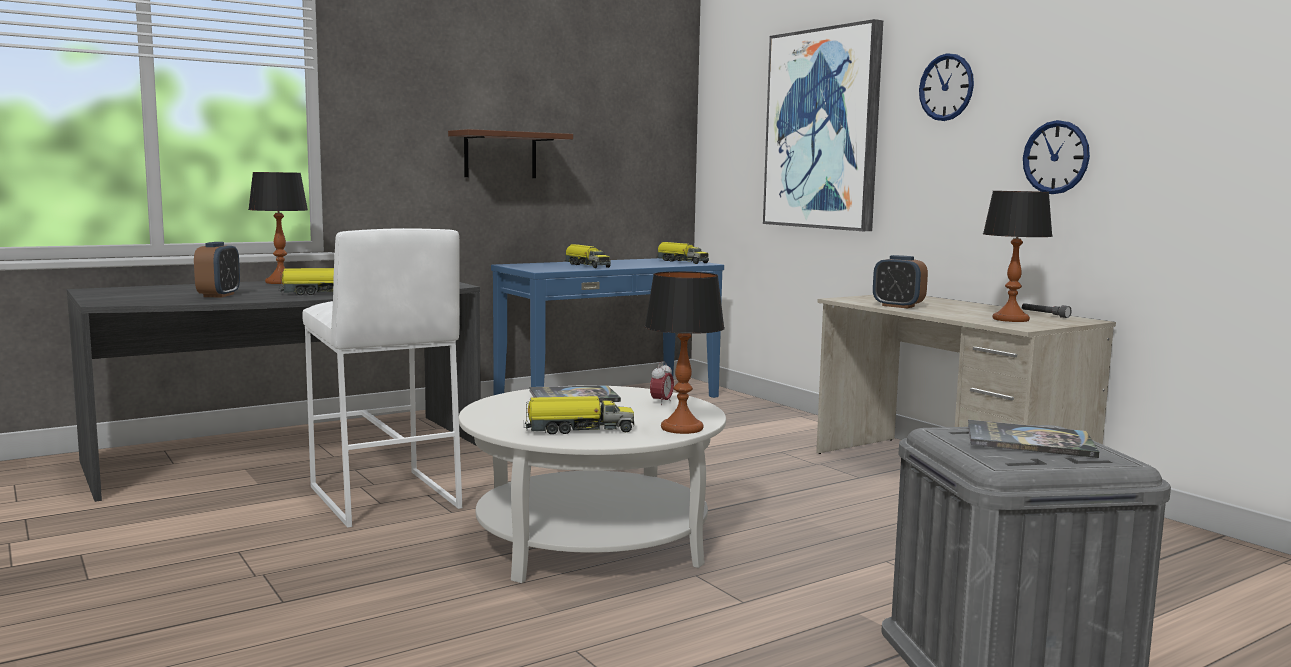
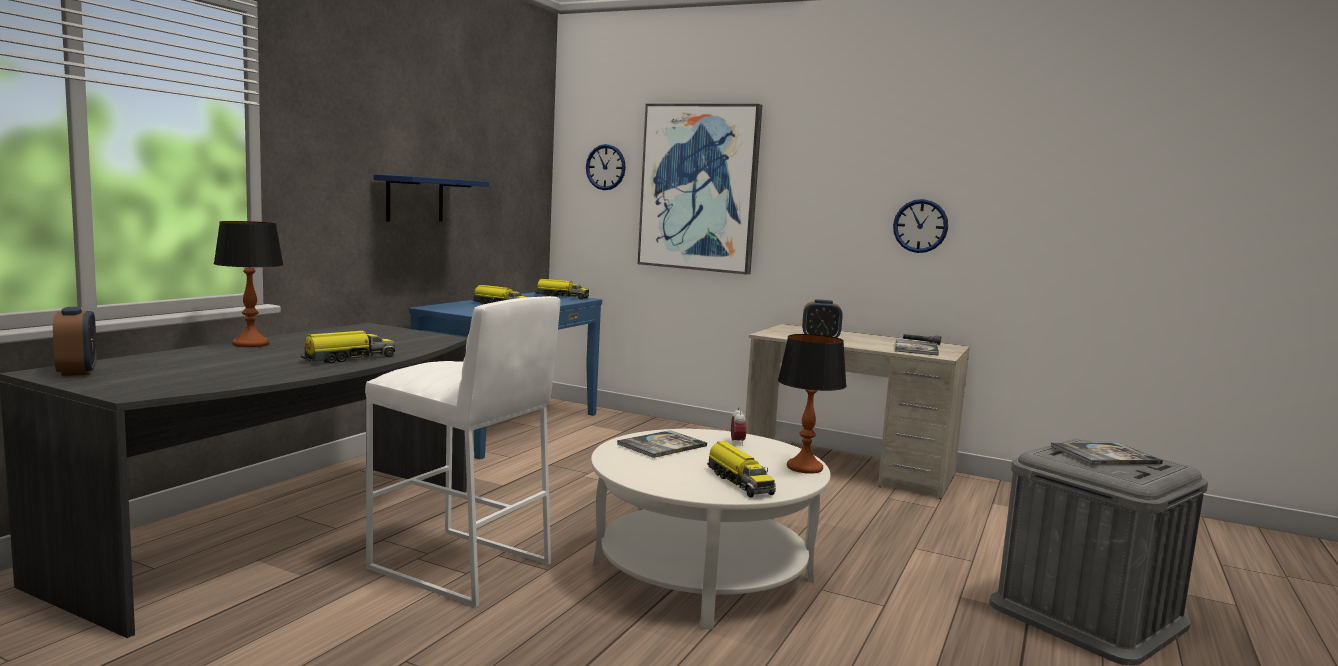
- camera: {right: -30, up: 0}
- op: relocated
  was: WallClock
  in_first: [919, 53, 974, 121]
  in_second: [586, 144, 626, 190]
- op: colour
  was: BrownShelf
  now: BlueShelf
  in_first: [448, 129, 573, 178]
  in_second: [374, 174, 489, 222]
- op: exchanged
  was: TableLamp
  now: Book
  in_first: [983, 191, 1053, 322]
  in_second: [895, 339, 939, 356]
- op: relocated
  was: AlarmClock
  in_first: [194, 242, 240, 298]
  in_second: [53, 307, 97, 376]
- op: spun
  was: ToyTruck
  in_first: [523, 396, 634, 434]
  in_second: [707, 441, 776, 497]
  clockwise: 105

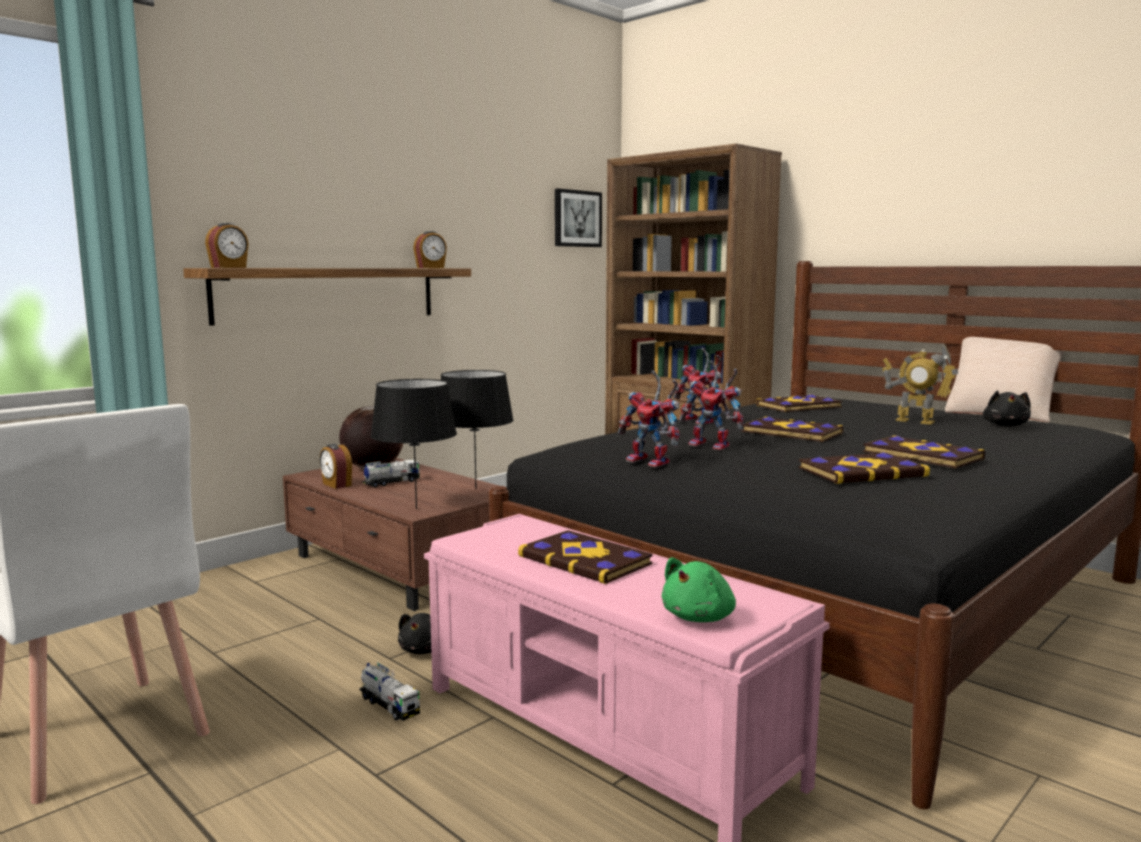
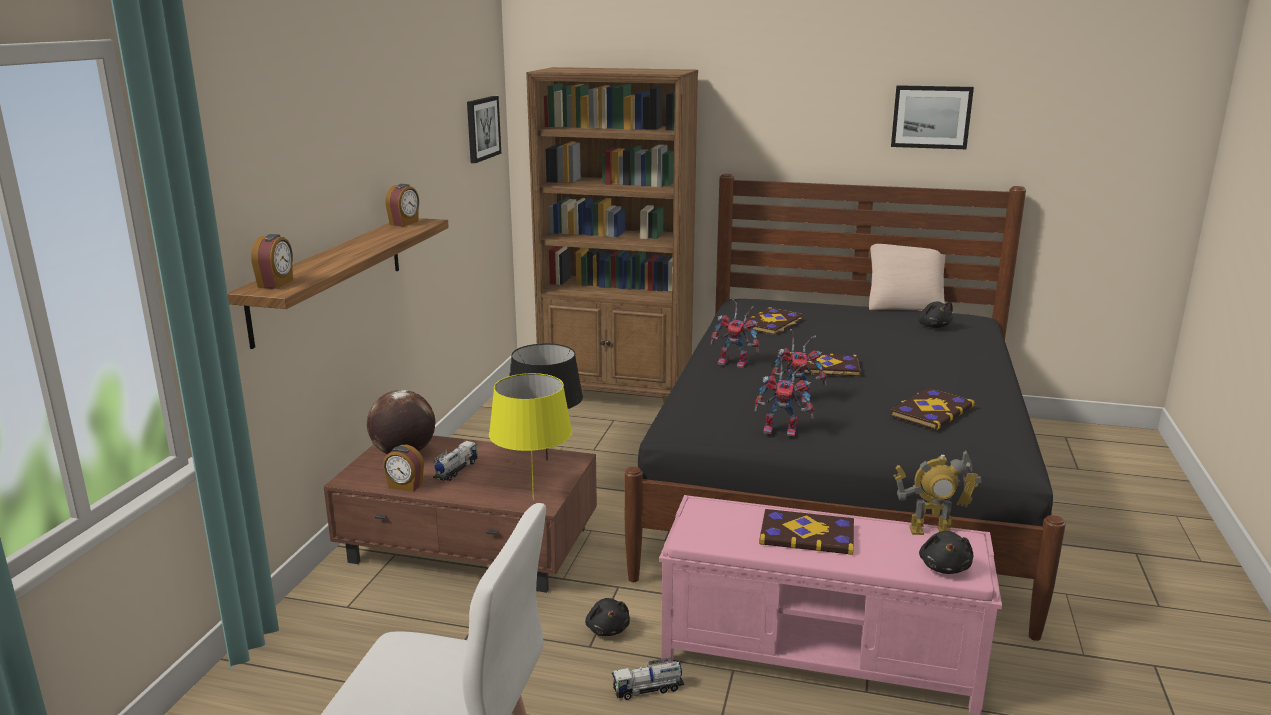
- camera: {right: -30, up: 10}
- op: relocated
  was: ToyRobot
  in_first: [882, 345, 958, 425]
  in_second: [893, 451, 982, 535]
- op: colour
  was: BlackTableLamp
  now: YellowTableLamp
  in_first: [370, 379, 457, 509]
  in_second: [489, 373, 572, 500]
- op: missing
  was: Book
  in_first: [863, 435, 985, 468]
- op: colour
  was: GreenPlushToy
  now: BlackPlushToy
  in_first: [662, 557, 736, 622]
  in_second: [919, 531, 973, 574]
- op: spun
  was: ToyTruck
  in_first: [359, 662, 420, 721]
  in_second: [612, 658, 684, 700]
  clockwise: 150
- op: appeared
  now: Picture
  in_second: [891, 85, 974, 149]

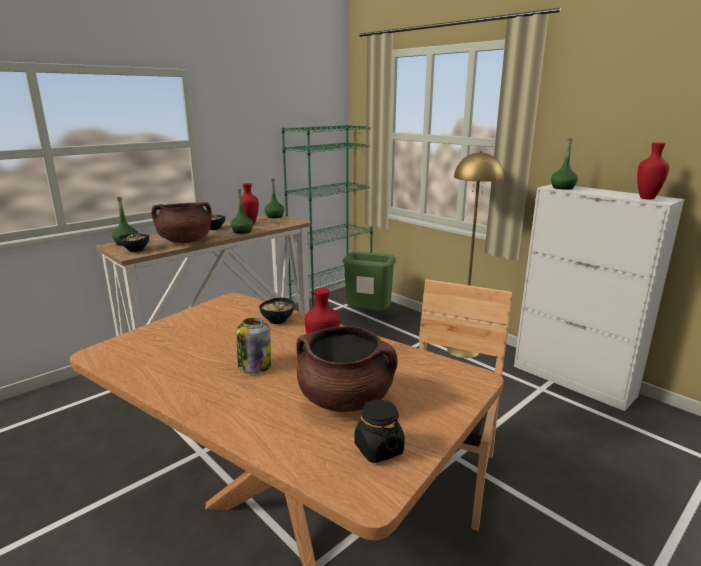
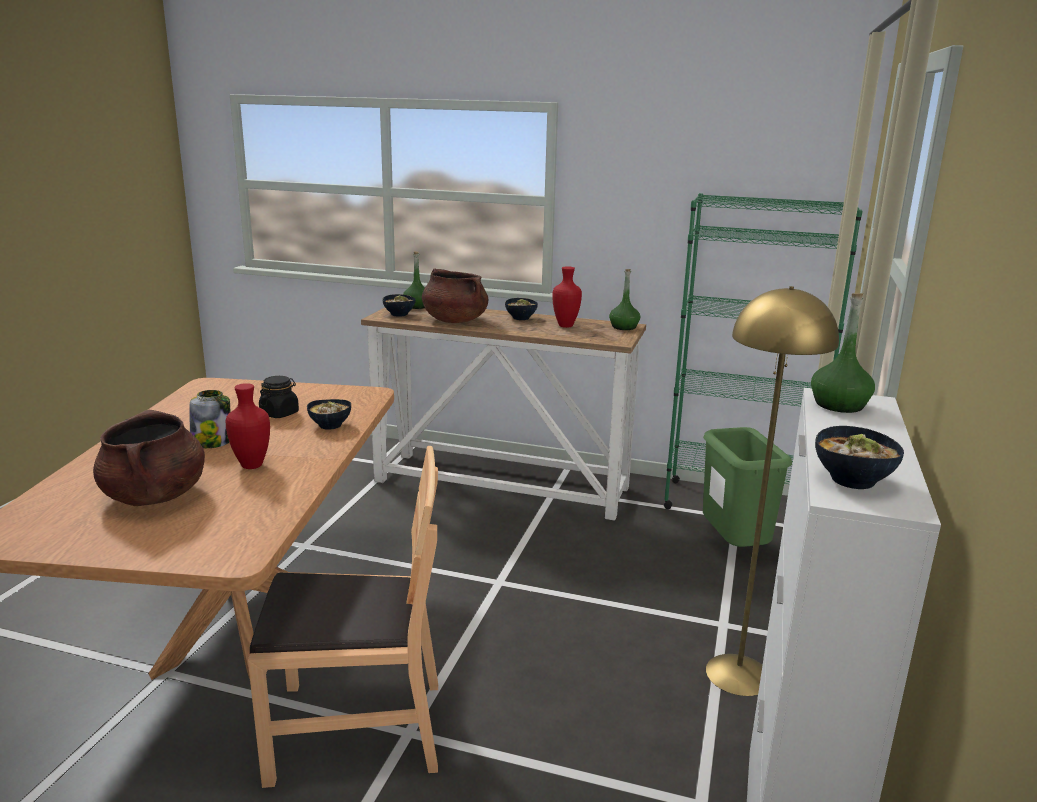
- camera: {right: 60, up: 0}
- op: exchanged
  was: RedVase
  now: Bowl
  in_first: [637, 143, 669, 199]
  in_second: [815, 426, 904, 489]
- op: missing
  was: GreenBottle
  in_first: [230, 189, 253, 234]
- op: relocated
  was: BlackJar
  in_first: [355, 400, 405, 463]
  in_second: [259, 376, 299, 418]

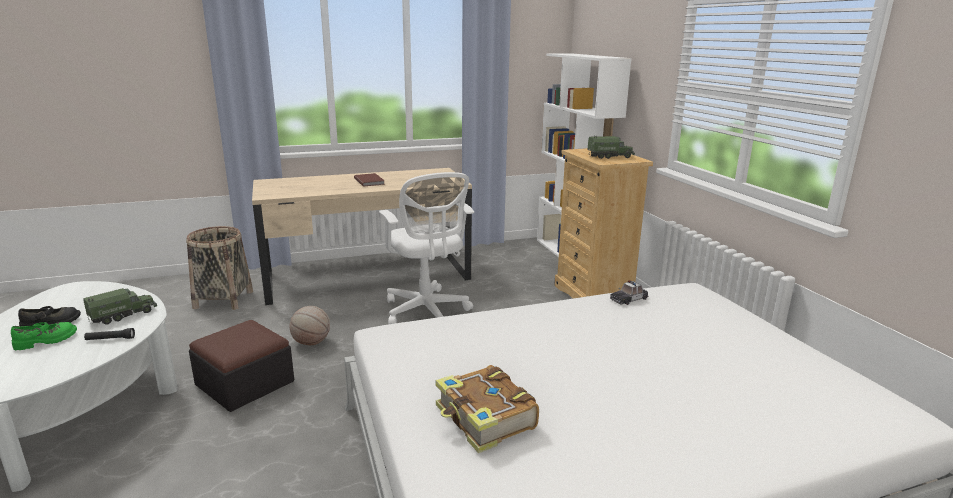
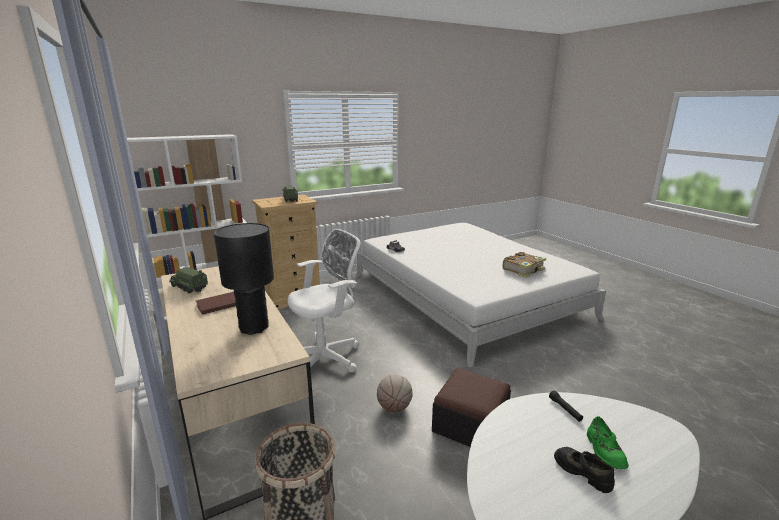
- camera: {right: -100, up: 0}
- op: relocated
  was: ToyTruck
  in_first: [84, 288, 157, 325]
  in_second: [169, 267, 208, 293]
- op: spun
  was: GreenShoe
  in_first: [11, 322, 77, 351]
  in_second: [587, 416, 629, 469]
  clockwise: -135
- op: appeared
  now: BlackTableLamp
  in_second: [214, 223, 274, 335]

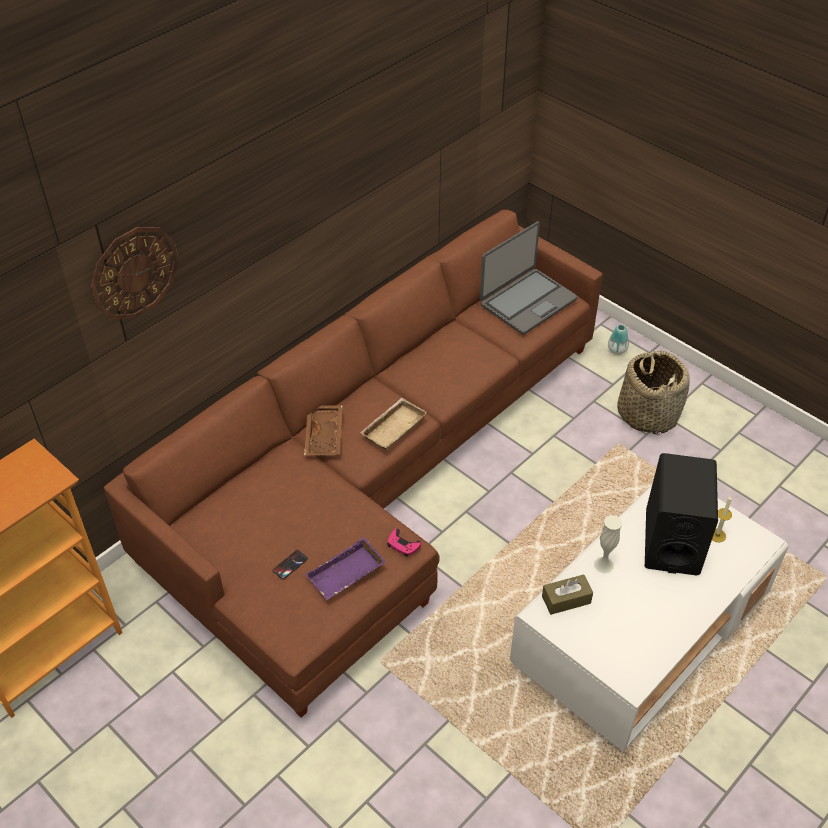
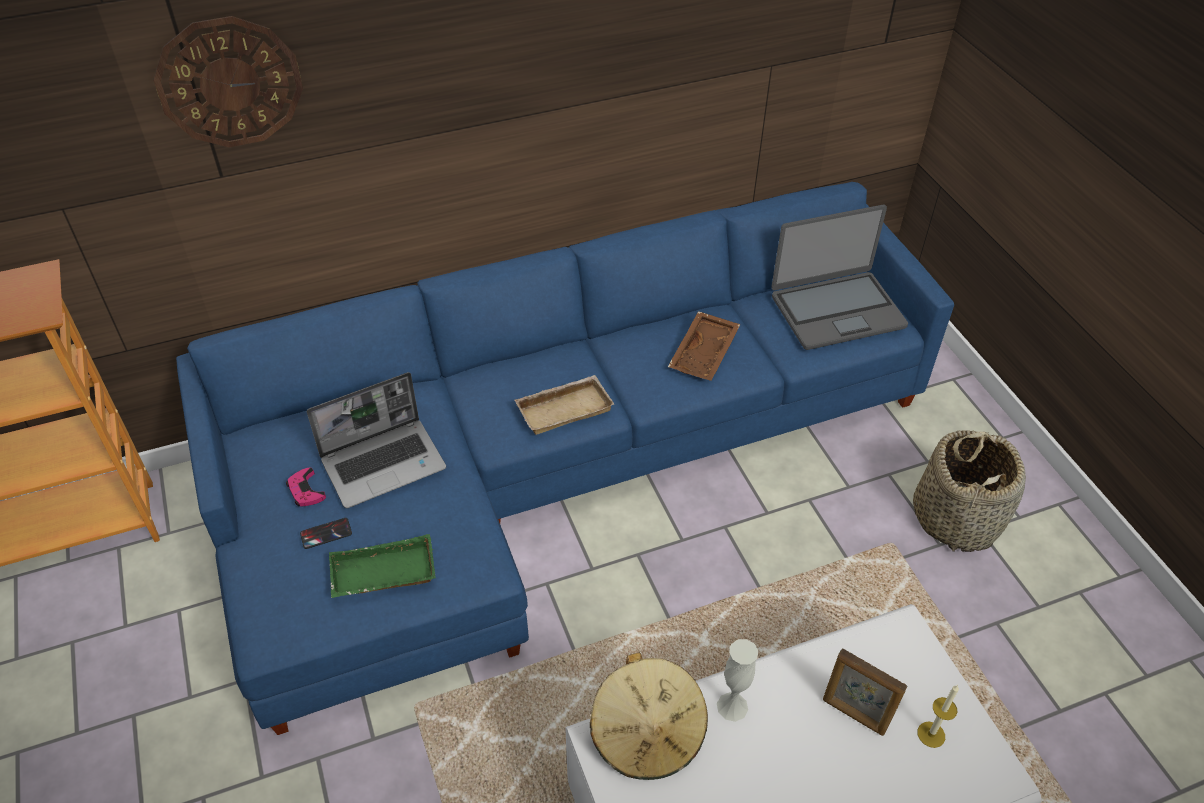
- camera: {right: 25, up: 0}
- op: colour
  was: BrownSofa
  now: BlueSofa
  in_first: [104, 210, 603, 718]
  in_second: [176, 182, 954, 735]
- op: missing
  was: Vase
  in_first: [608, 324, 629, 355]
- op: relocated
  was: BrownTray
  in_first: [304, 405, 343, 456]
  in_second: [668, 311, 741, 381]
- op: exchanged
  was: BlackSpeaker
  now: PictureFrame
  in_first: [645, 453, 718, 575]
  in_second: [823, 648, 908, 736]
- op: relocated
  was: PinkGameController
  in_first: [387, 528, 421, 556]
  in_second: [286, 467, 326, 507]
- op: colour
  was: PurpleTray
  now: GreenTray
  in_first: [306, 537, 386, 600]
  in_second: [329, 534, 436, 598]
- op: exchanged
  was: BrownTissueBox
  now: BeigeHat
  in_first: [542, 574, 593, 615]
  in_second: [590, 652, 708, 780]
- op: appeared
  now: Laptop
  in_second: [307, 372, 446, 508]

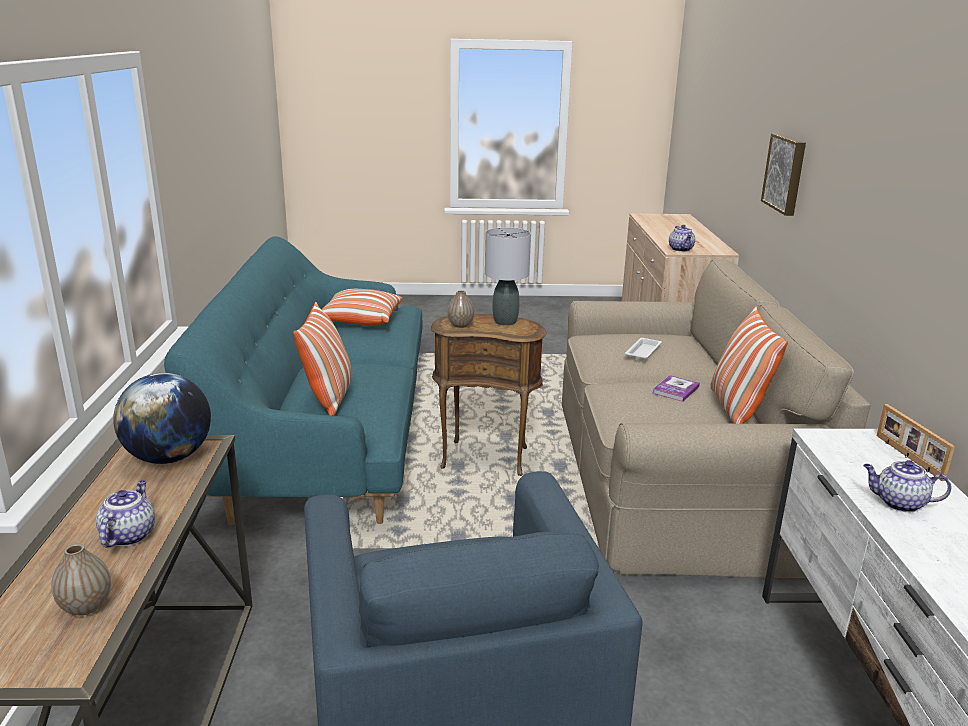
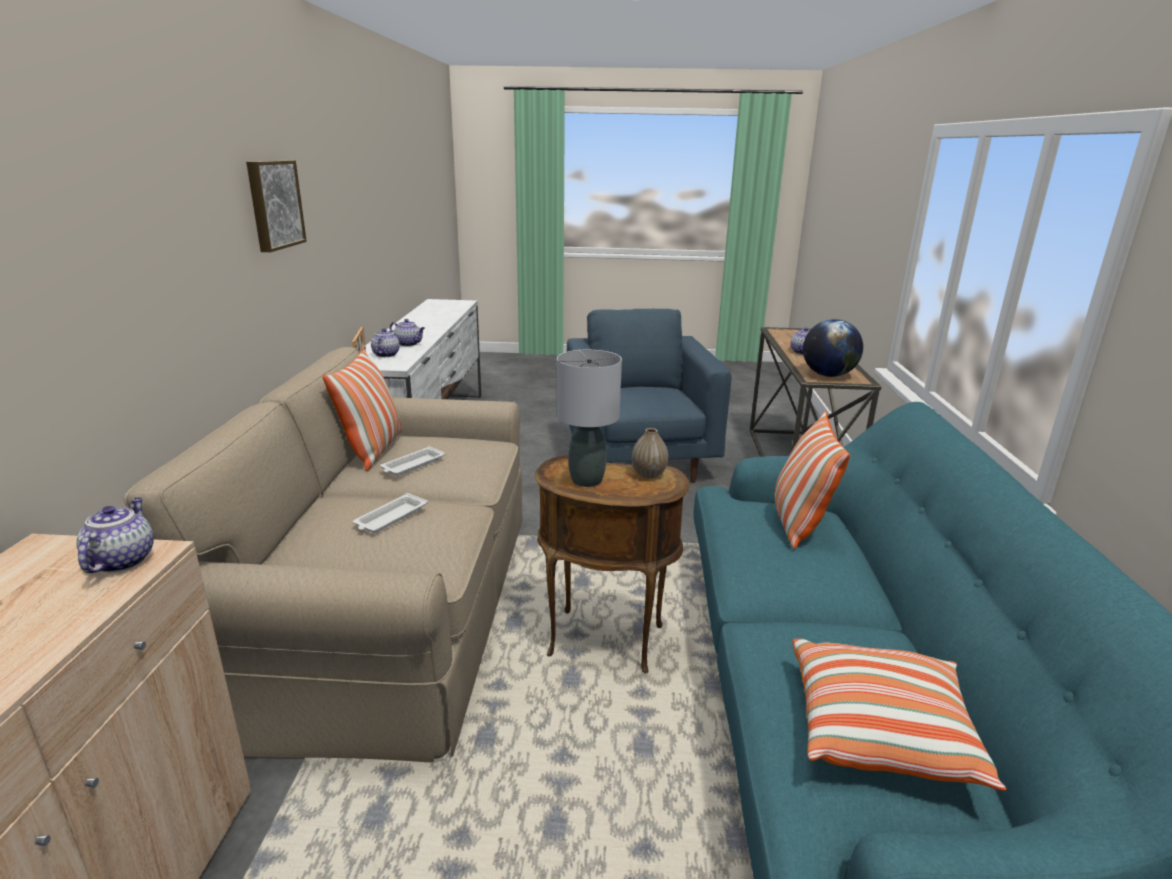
- camera: {right: -175, up: 0}
- op: relocated
  was: Picture
  in_first: [761, 133, 806, 216]
  in_second: [246, 160, 307, 252]
- op: exchanged
  was: Book
  now: WhiteTray
  in_first: [653, 375, 700, 402]
  in_second: [380, 446, 445, 476]
- op: missing
  was: Vase
  in_first: [51, 544, 111, 615]
- op: appeared
  now: Teapot
  in_second: [371, 328, 400, 357]

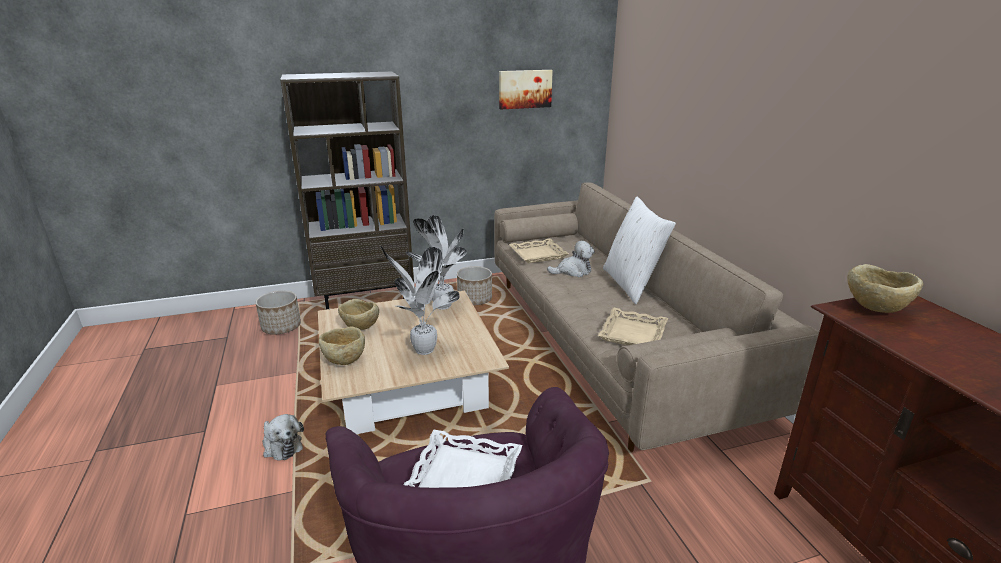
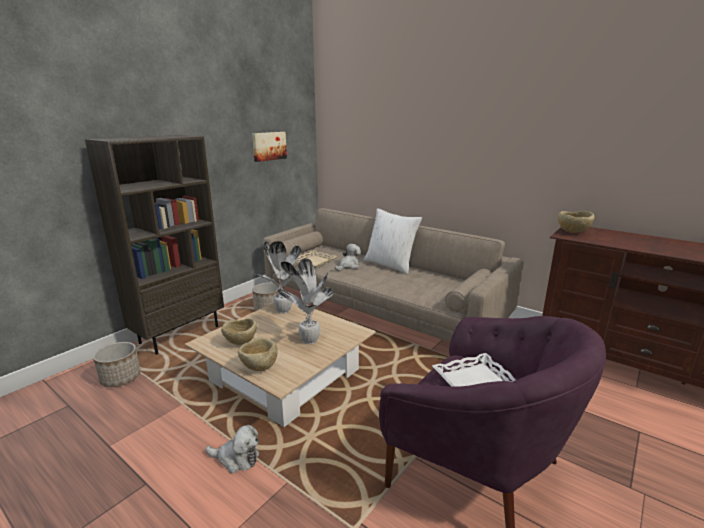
- camera: {right: -35, up: -5}
- op: missing
  was: BeigeTray
  in_first: [598, 308, 668, 345]

